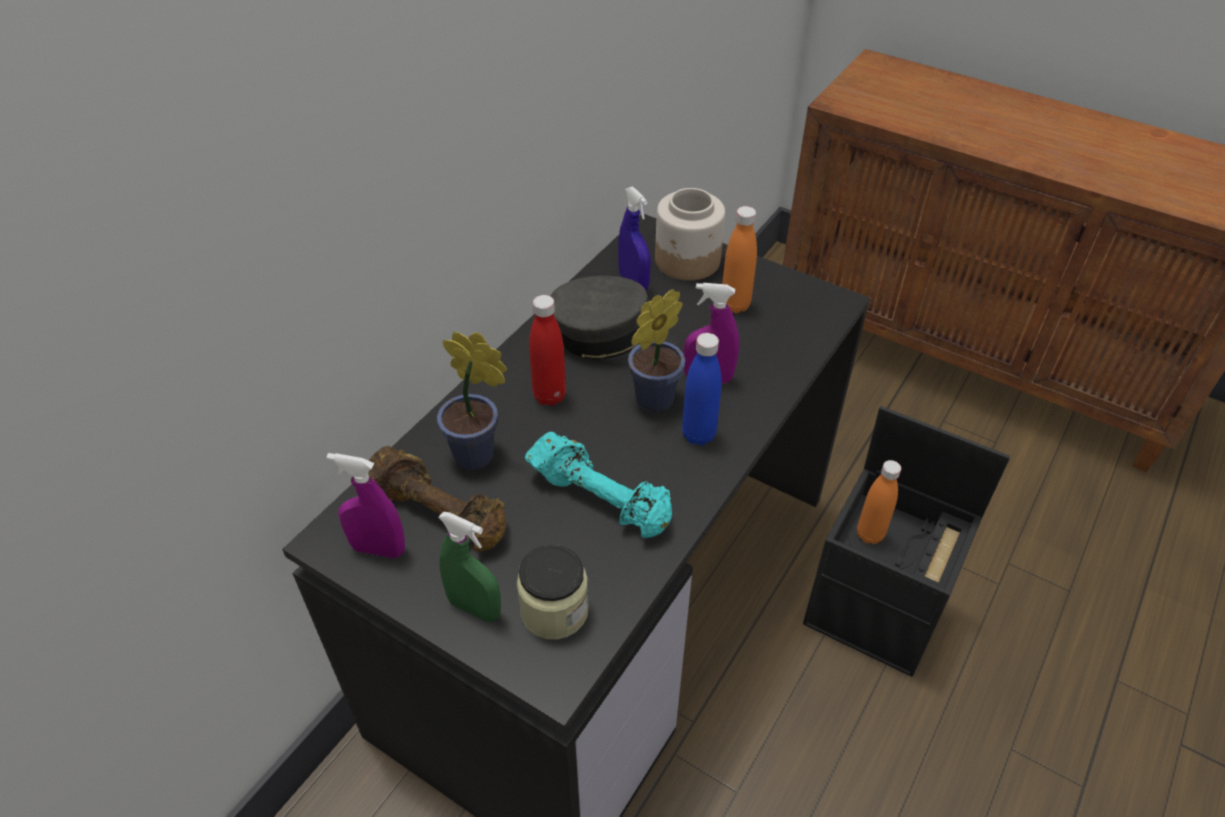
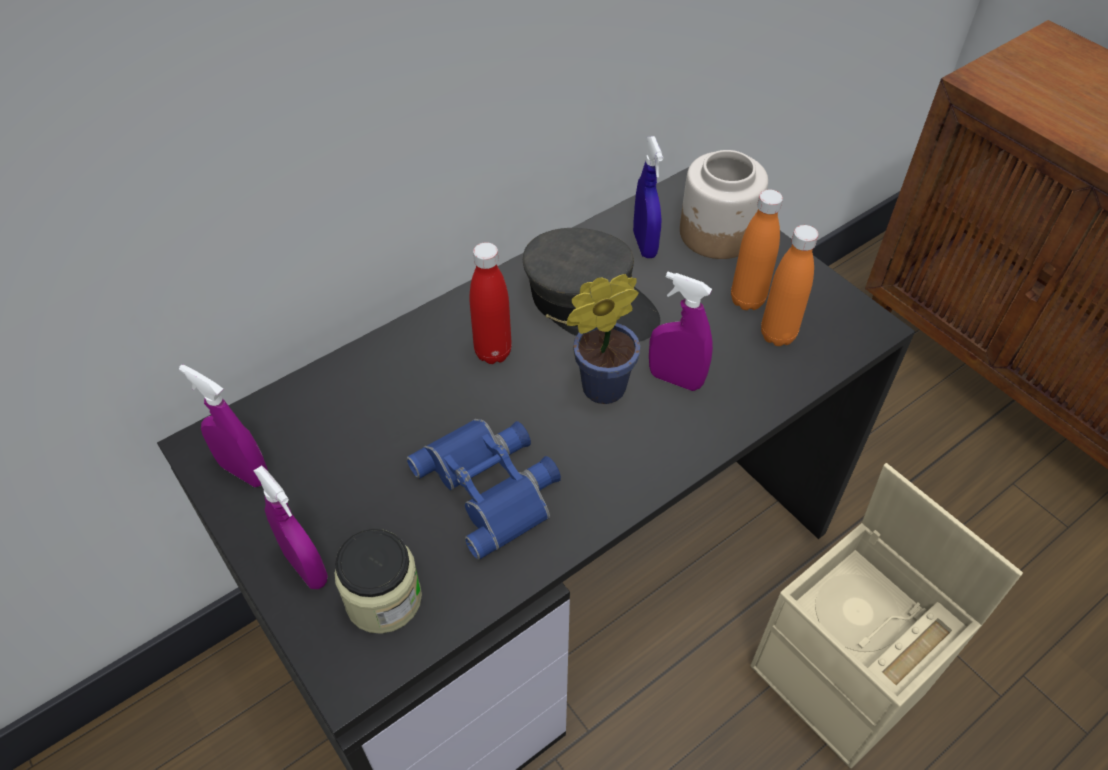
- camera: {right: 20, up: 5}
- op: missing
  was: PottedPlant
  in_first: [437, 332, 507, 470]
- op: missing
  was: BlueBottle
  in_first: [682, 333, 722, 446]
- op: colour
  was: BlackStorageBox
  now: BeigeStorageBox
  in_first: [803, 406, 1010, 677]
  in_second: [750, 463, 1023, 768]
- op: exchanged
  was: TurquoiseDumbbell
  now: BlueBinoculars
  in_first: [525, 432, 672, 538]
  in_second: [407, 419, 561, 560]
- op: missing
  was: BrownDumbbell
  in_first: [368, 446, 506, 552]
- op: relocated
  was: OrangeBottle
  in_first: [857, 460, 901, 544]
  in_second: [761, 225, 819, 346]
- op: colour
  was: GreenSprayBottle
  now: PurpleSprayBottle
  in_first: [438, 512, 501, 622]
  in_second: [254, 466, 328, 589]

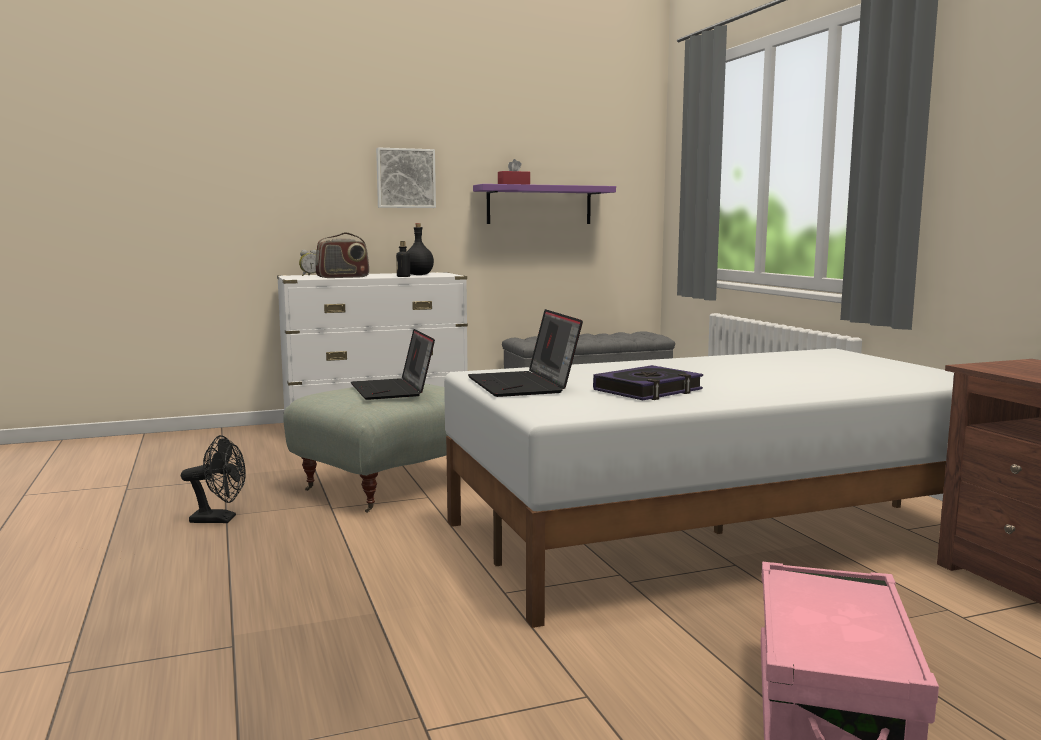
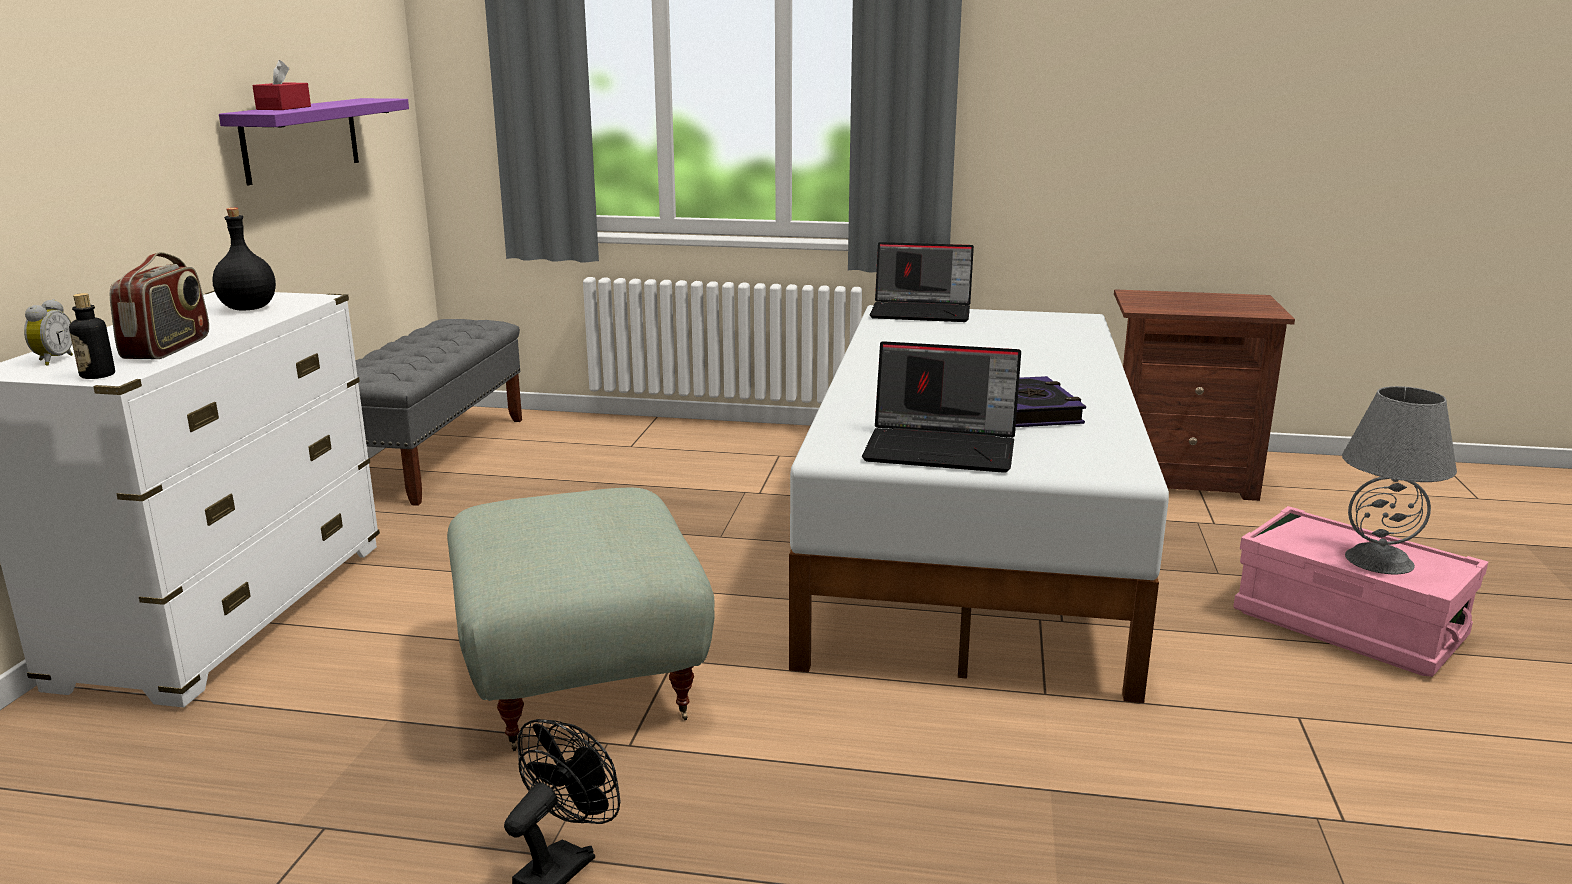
- camera: {right: -60, up: 10}
- op: missing
  was: Picture
  in_first: [376, 147, 436, 208]
- op: relocated
  was: Bottle
  in_first: [396, 241, 410, 277]
  in_second: [69, 293, 115, 379]
- op: relocated
  was: Laptop
  in_first: [351, 329, 435, 400]
  in_second: [870, 242, 974, 322]
- op: appeared
  now: GreyTableLamp
  in_second: [1342, 386, 1457, 574]

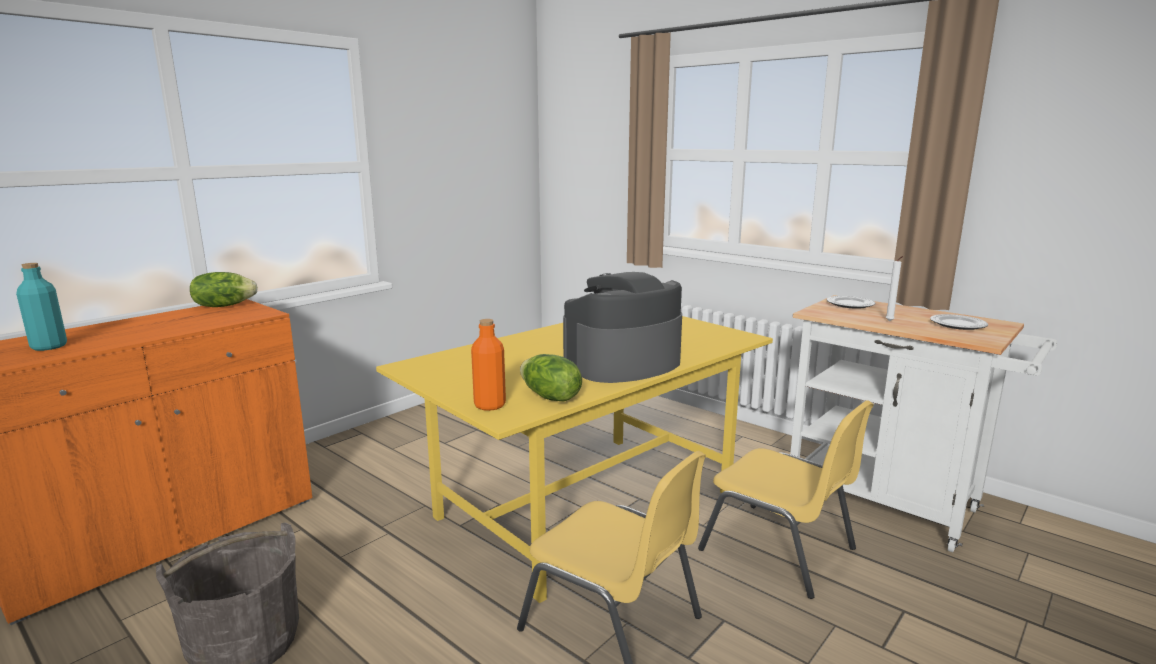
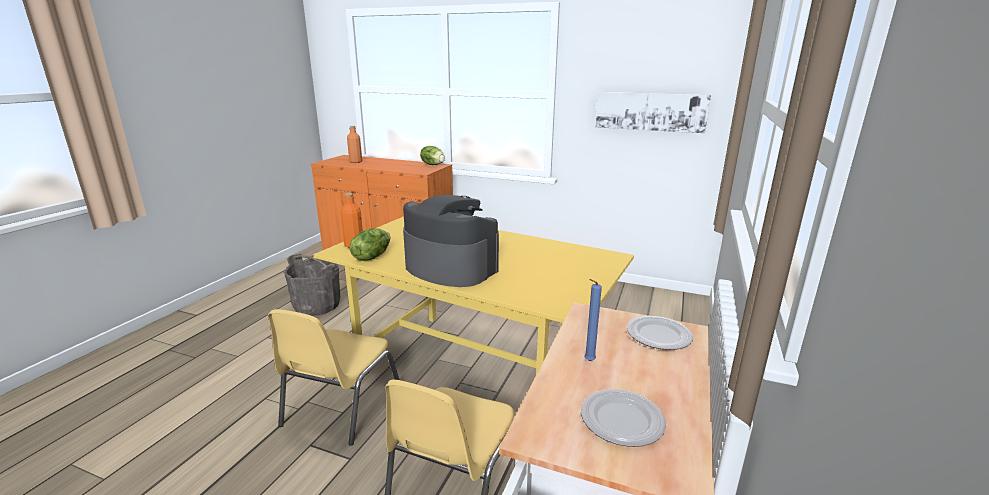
- camera: {right: 70, up: 5}
- op: colour
  was: WhiteCandle
  now: BlueCandle
  in_first: [885, 256, 903, 321]
  in_second: [584, 279, 602, 361]
- op: colour
  was: TurquoiseBottle
  now: OrangeBottle
  in_first: [16, 263, 67, 351]
  in_second: [347, 126, 362, 163]
- op: appeared
  now: Picture
  in_second: [596, 92, 711, 133]

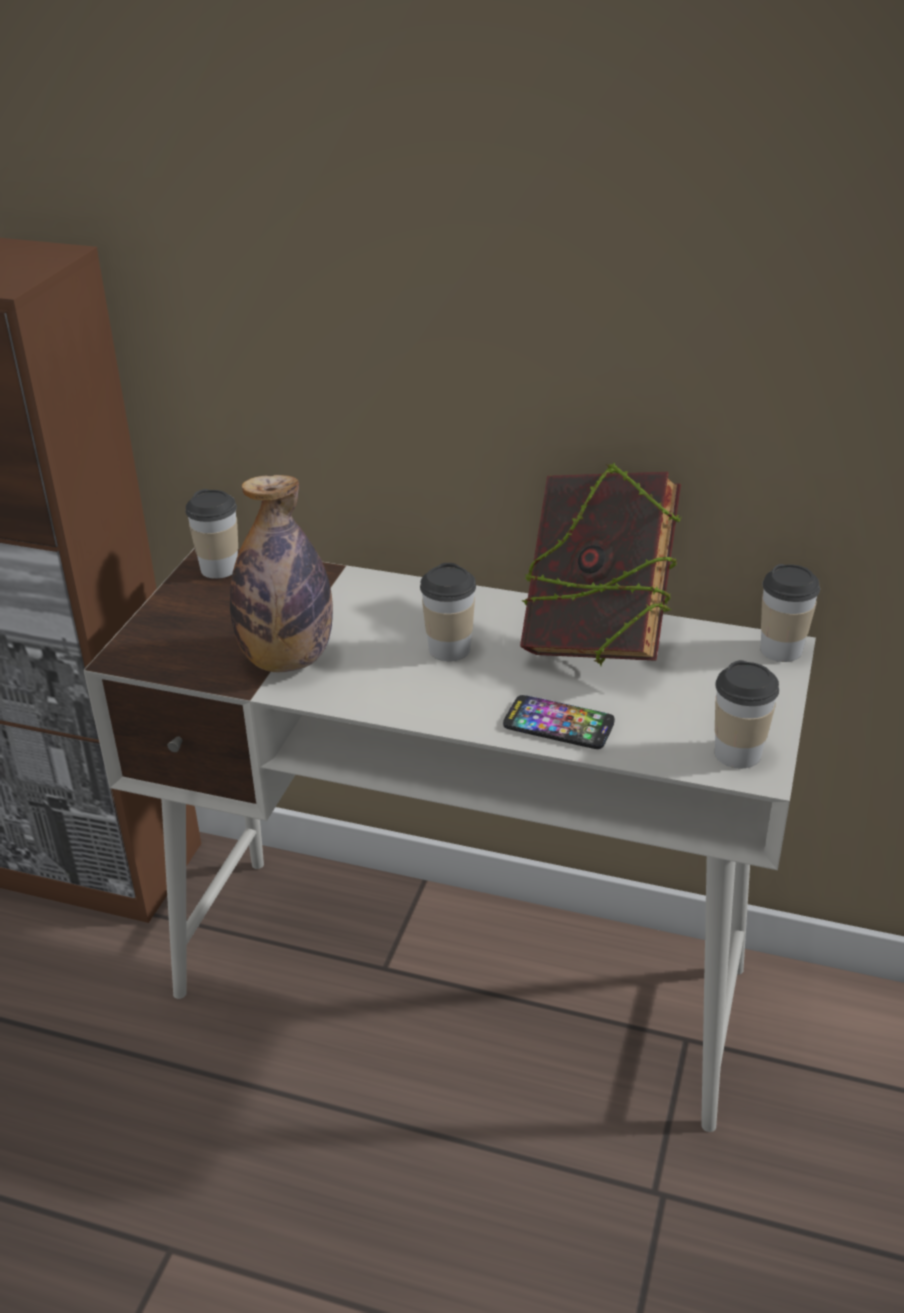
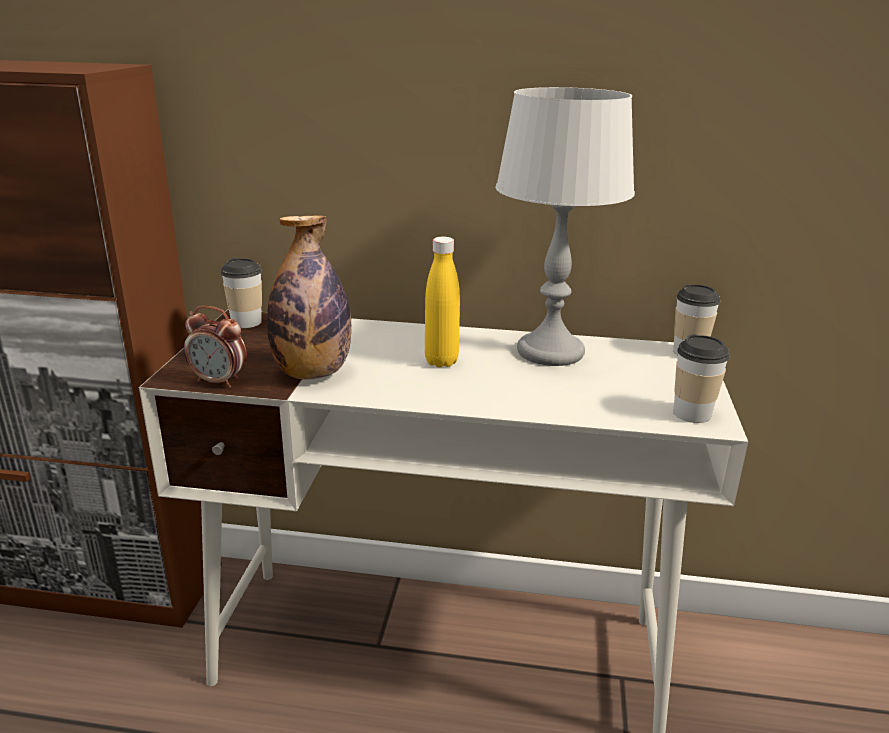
- camera: {right: -10, up: -10}
- op: exchanged
  was: Book
  now: GreyTableLamp
  in_first: [520, 463, 681, 666]
  in_second: [496, 87, 635, 366]
- op: exchanged
  was: Cup
  now: YellowBottle
  in_first: [420, 563, 476, 661]
  in_second: [425, 237, 460, 367]
- op: missing
  was: Phone
  in_first: [503, 695, 615, 749]
- op: appeared
  now: AlarmClock
  in_second: [184, 306, 247, 388]

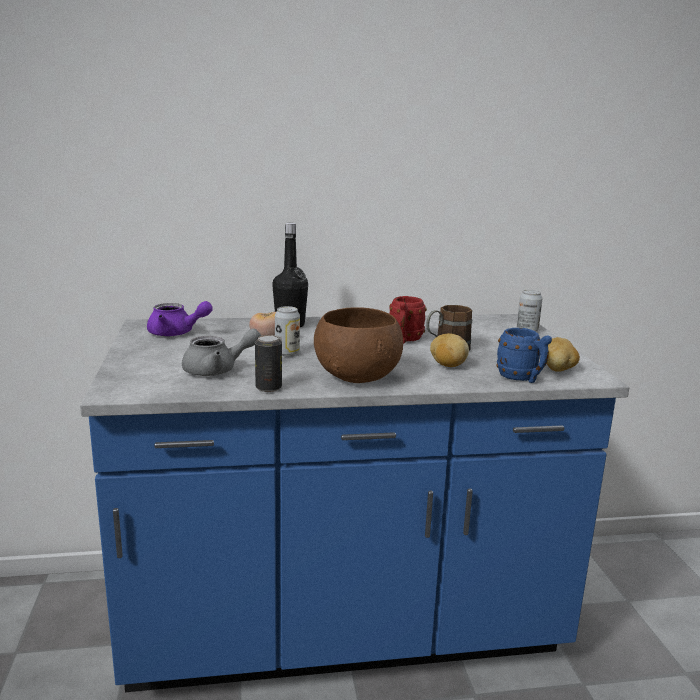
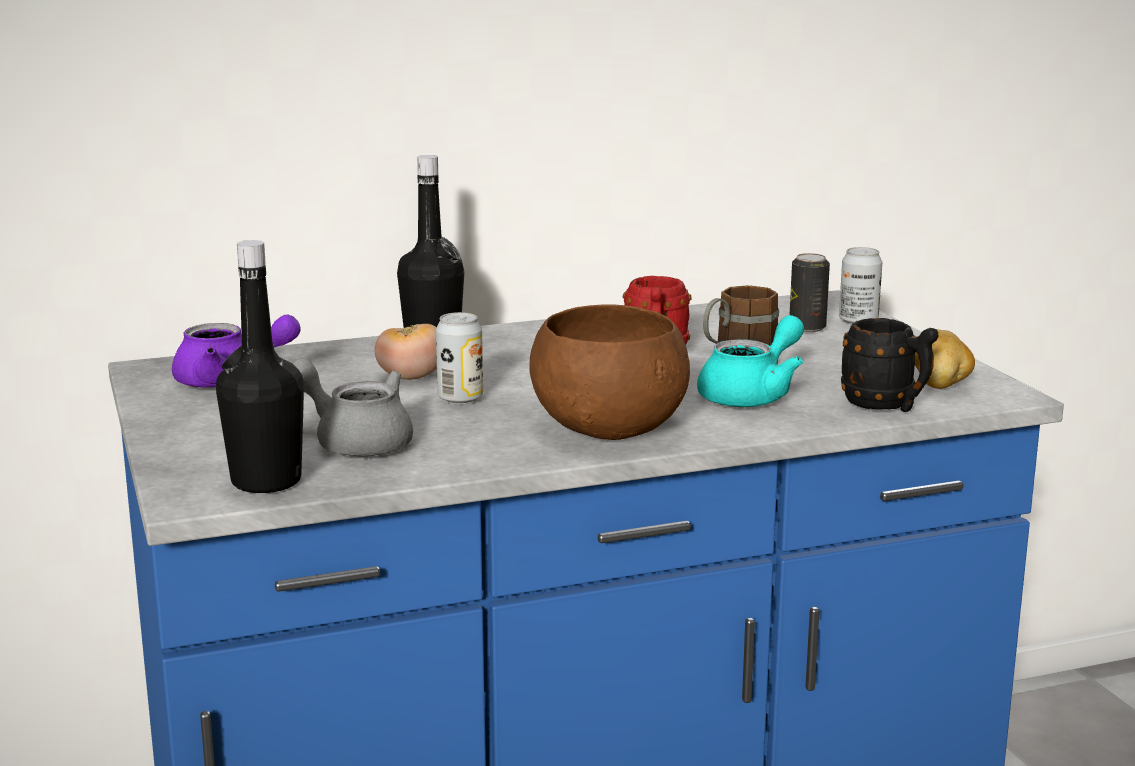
- camera: {right: -10, up: 0}
- op: colour
  was: BlueMug
  now: BlackMug
  in_first: [496, 328, 552, 383]
  in_second: [841, 318, 938, 412]
- op: spun
  was: GreyTeapot
  in_first: [182, 329, 261, 376]
  in_second: [291, 358, 413, 456]
  clockwise: -120
- op: exchanged
  was: Potato
  now: TurquoiseTeapot
  in_first: [430, 333, 469, 367]
  in_second: [697, 315, 804, 407]
- op: relocated
  was: Can
  in_first: [255, 335, 282, 392]
  in_second: [790, 253, 830, 332]
- op: appeared
  now: BlackBottle
  in_second: [216, 240, 304, 493]

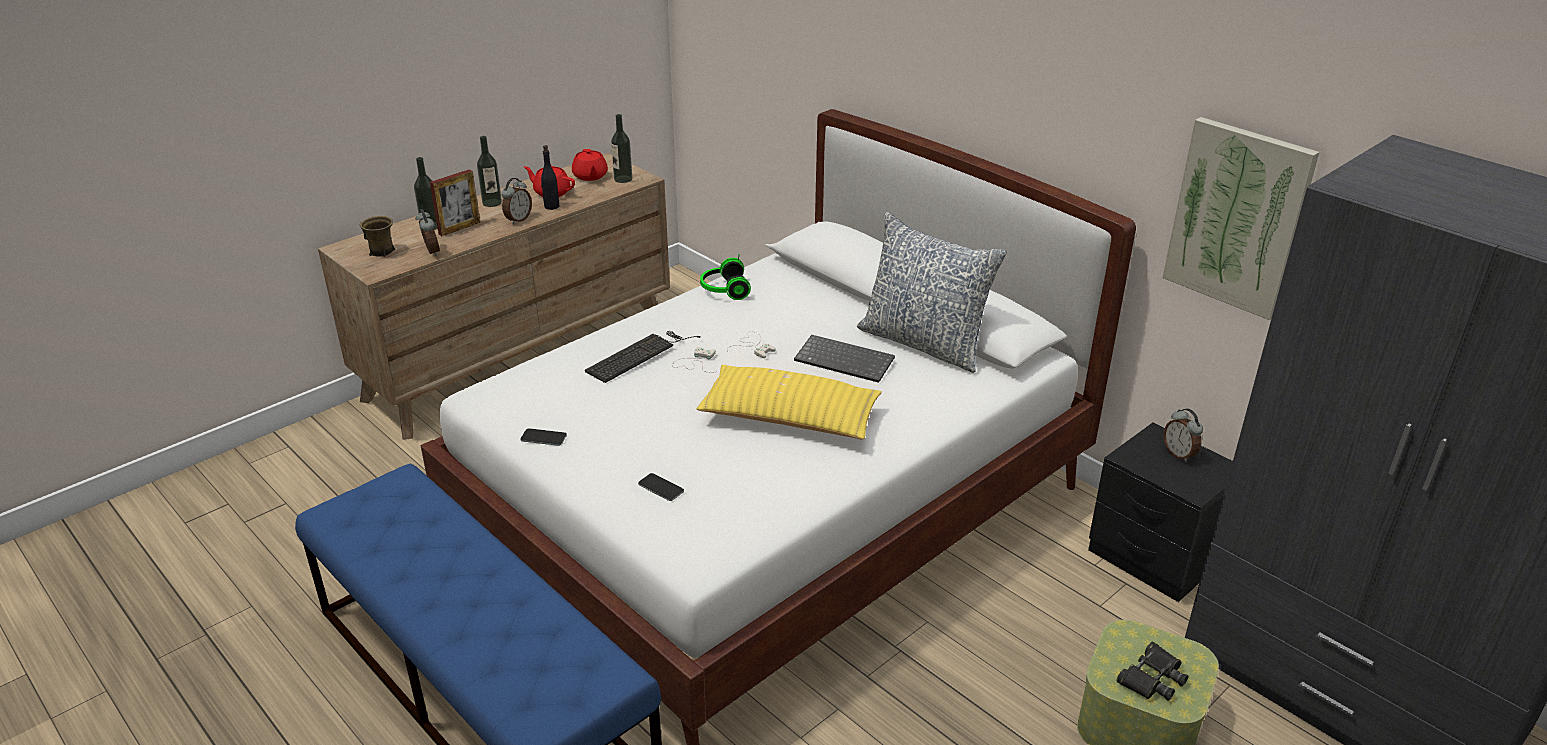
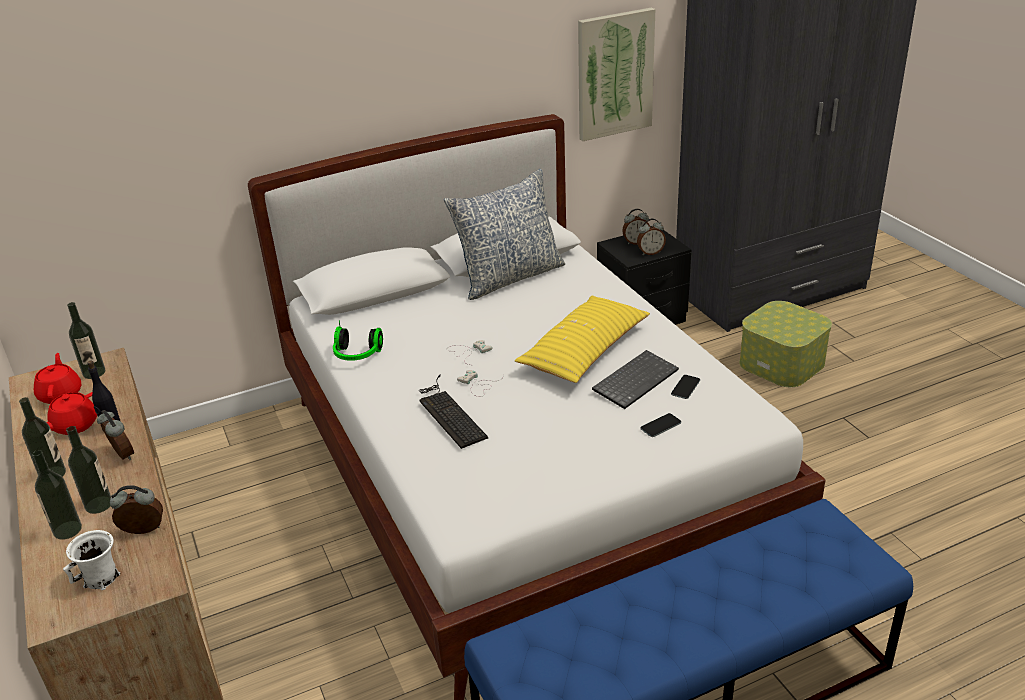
- camera: {right: -70, up: 0}
- op: spun
  was: RedTeapot
  in_first: [572, 149, 608, 181]
  in_second: [34, 353, 81, 404]
  clockwise: -105
- op: exchanged
  was: PictureFrame
  now: Bottle
  in_first: [430, 169, 480, 236]
  in_second: [66, 426, 111, 514]
- op: colour
  was: BrownMug
  now: WhiteMug
  in_first: [360, 216, 396, 257]
  in_second: [63, 530, 120, 590]
- op: relocated
  was: Keyboard
  in_first: [794, 335, 895, 383]
  in_second: [592, 350, 679, 409]
- op: relocated
  was: Phone
  in_first: [520, 428, 567, 446]
  in_second: [671, 375, 700, 399]
- op: missing
  was: BlackBinoculars
  in_first: [1116, 642, 1188, 701]
- op: appeared
  now: AlarmClock
  in_second: [637, 219, 666, 255]

